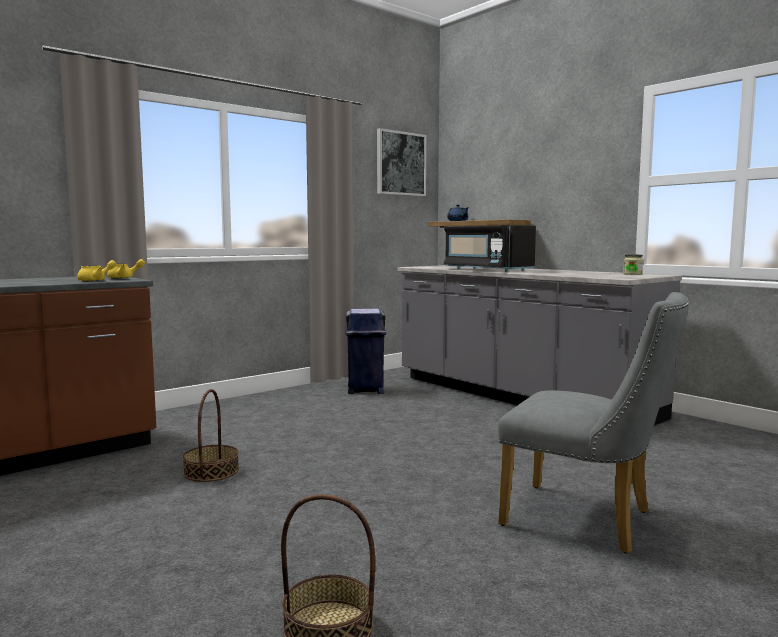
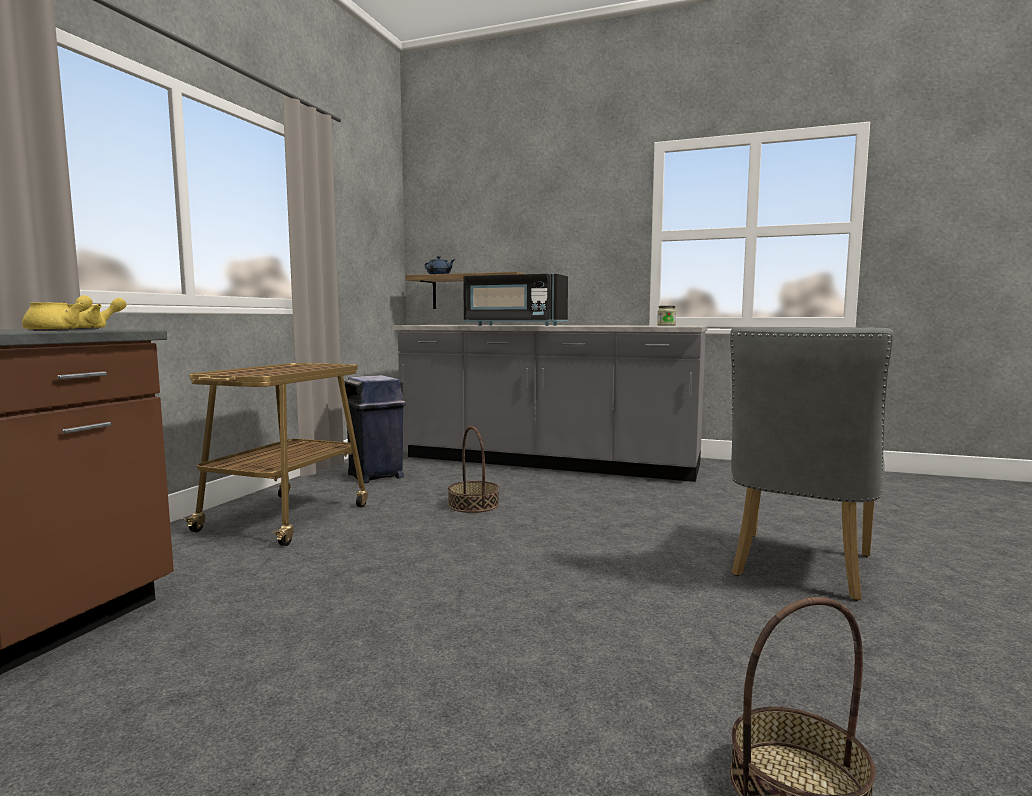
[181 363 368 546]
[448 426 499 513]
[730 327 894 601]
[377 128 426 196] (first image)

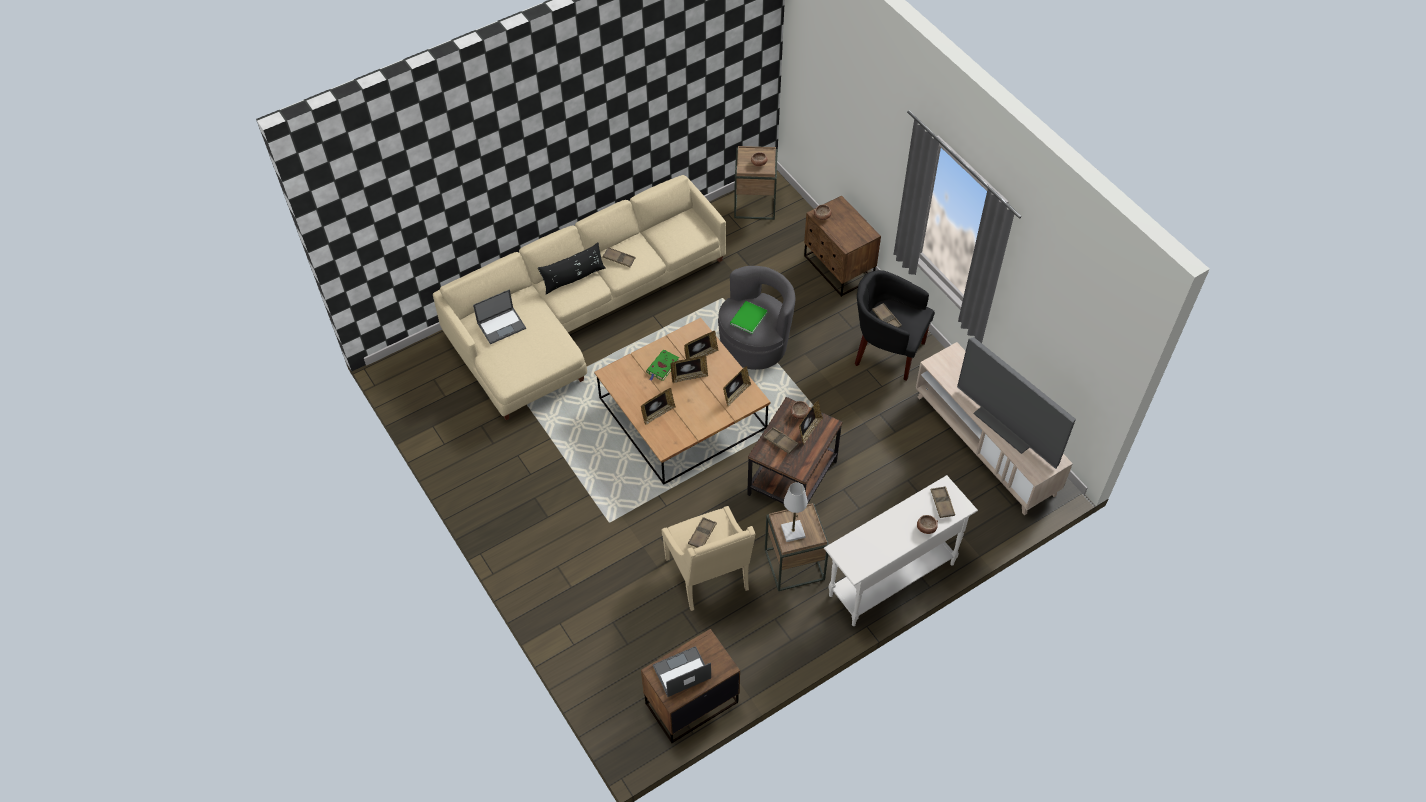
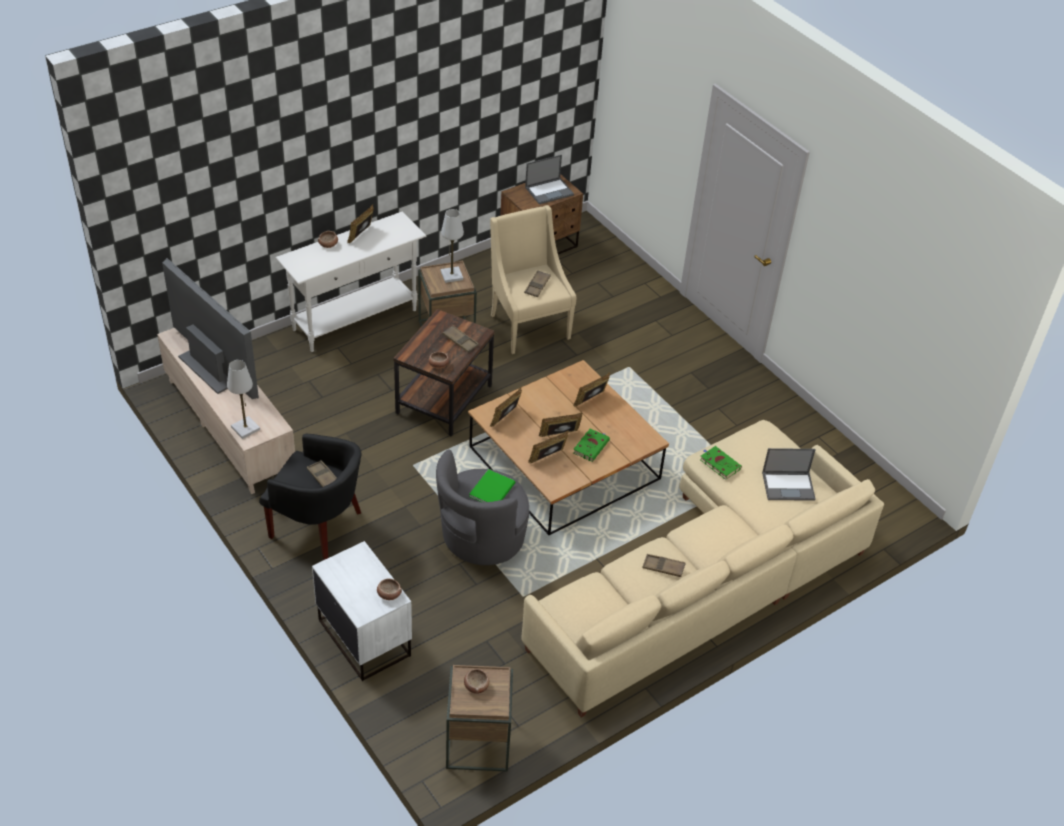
[227 360 260 439]
[312 541 412 681]
[347 204 374 243]
[700 446 742 480]
[762 448 816 501]
[538 243 606 294] (first image)
[931 486 955 518] (first image)

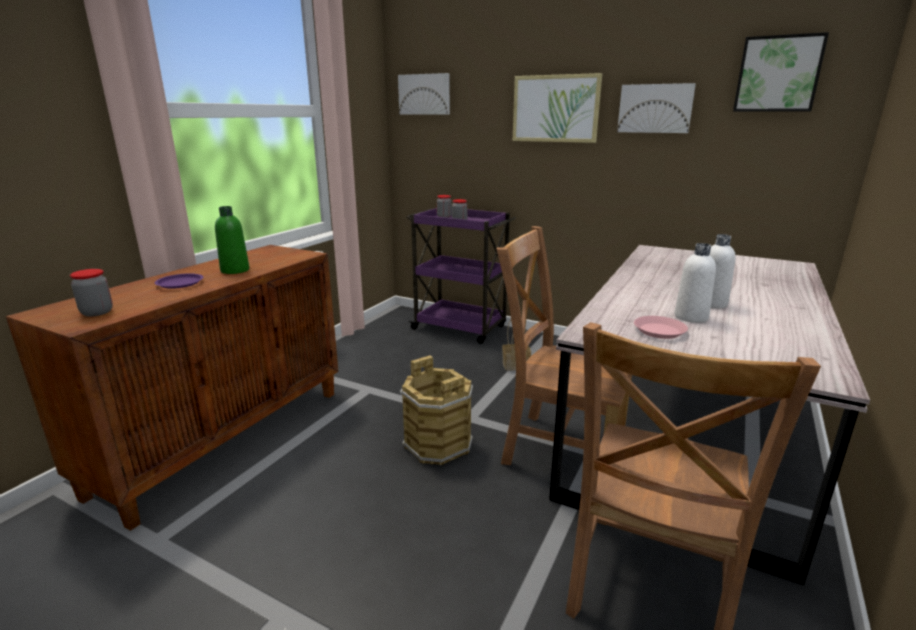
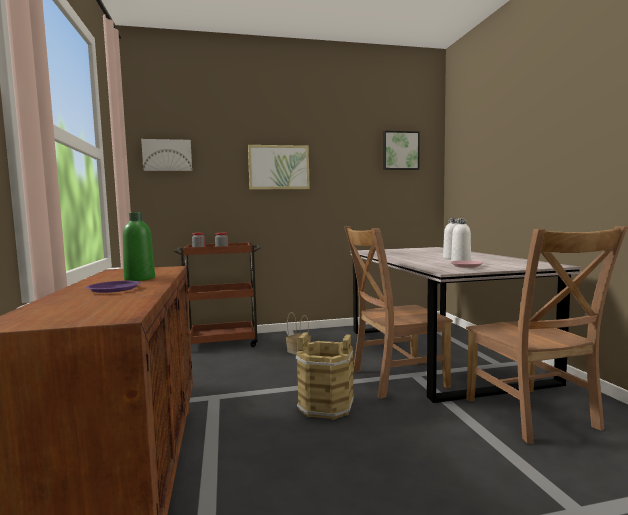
[174 242 261 347]
[70 269 113 317] (first image)
[617 83 696 133] (first image)

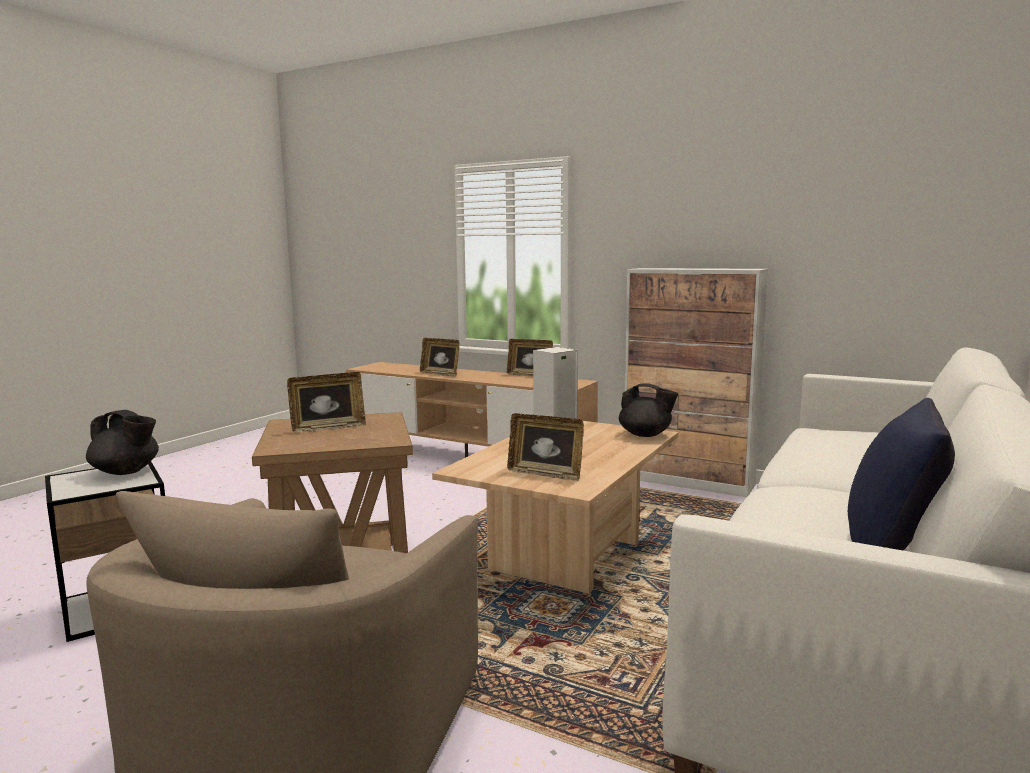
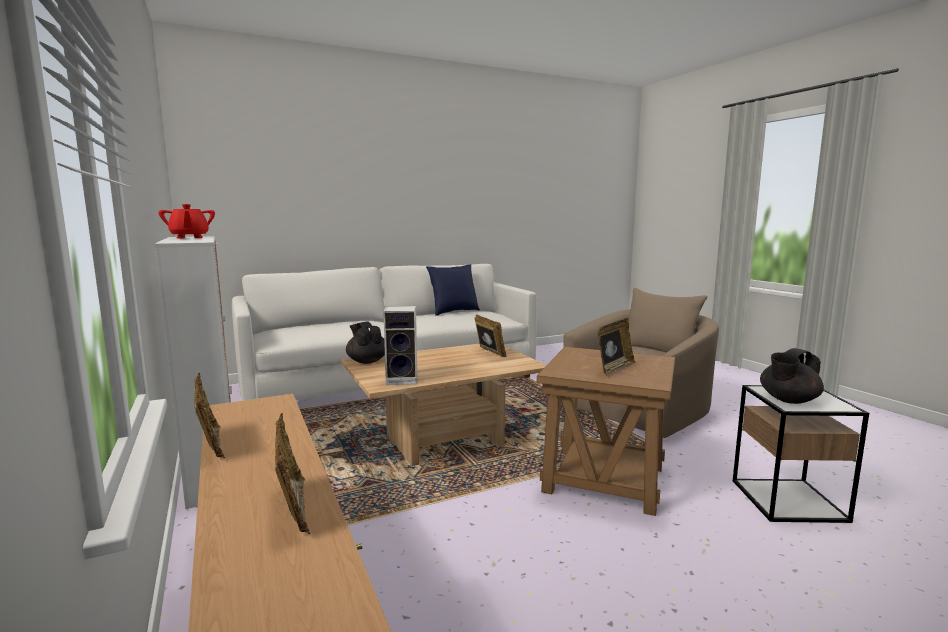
[158 204 215 239]
[597 318 636 376]
[760 348 824 404]

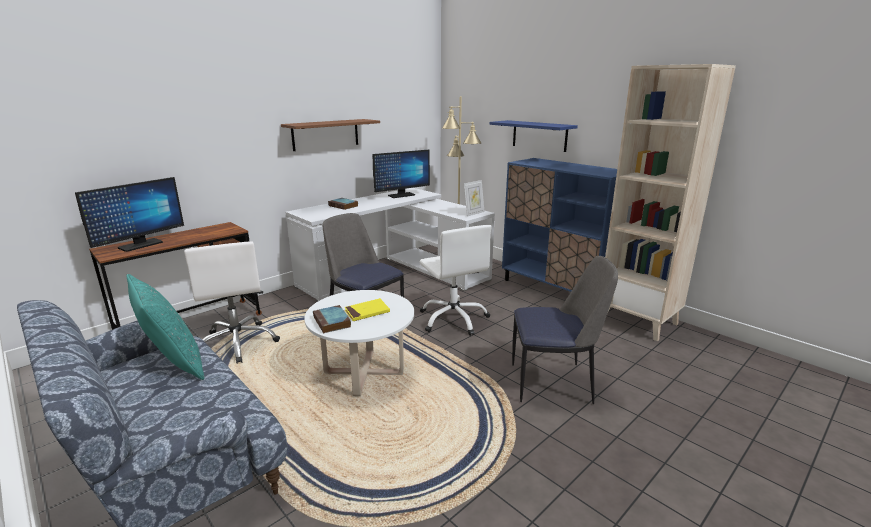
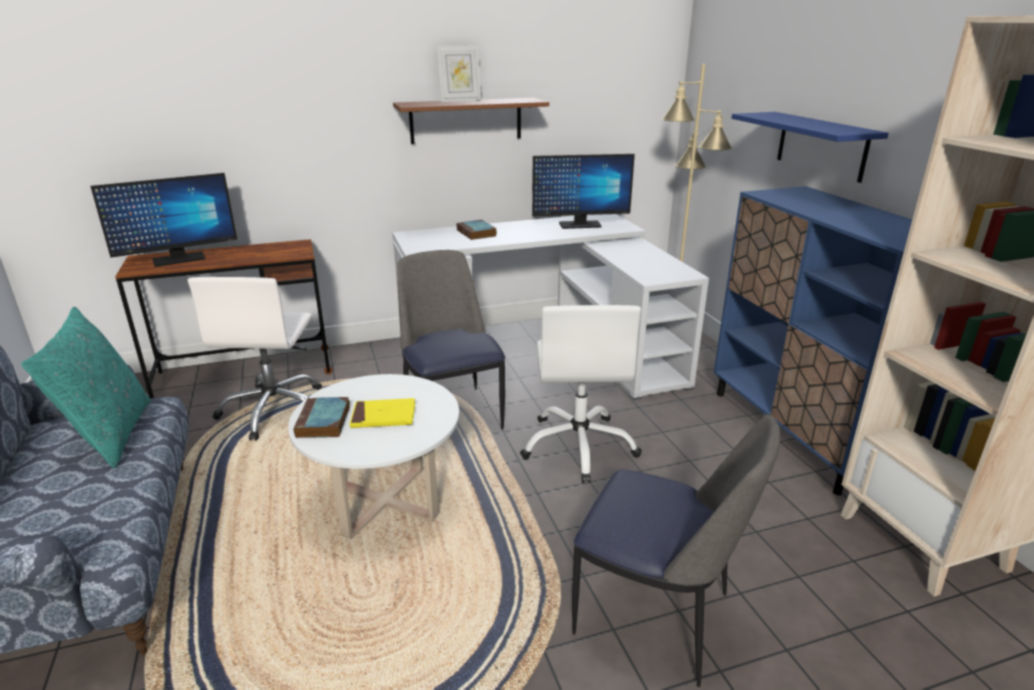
[437 45 481 102]

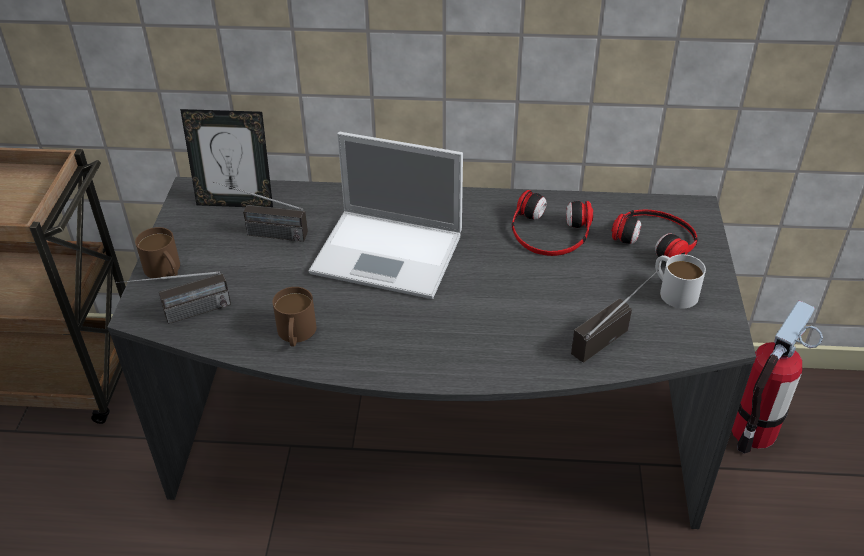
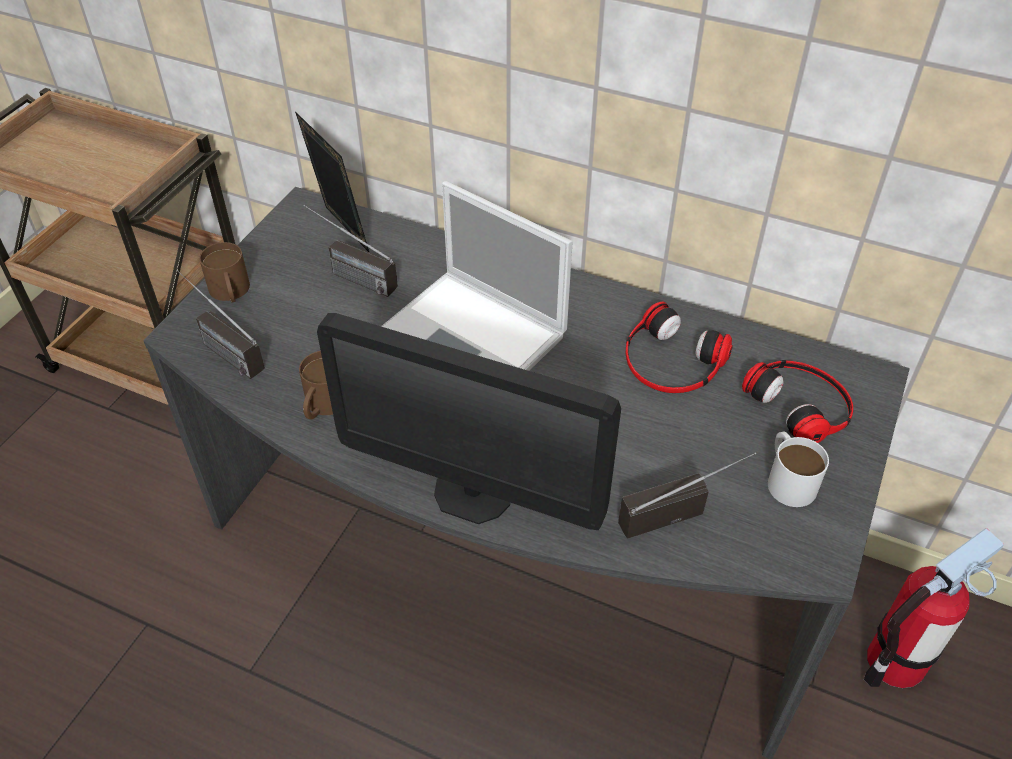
[176 270 265 379]
[295 111 369 252]
[317 313 621 530]

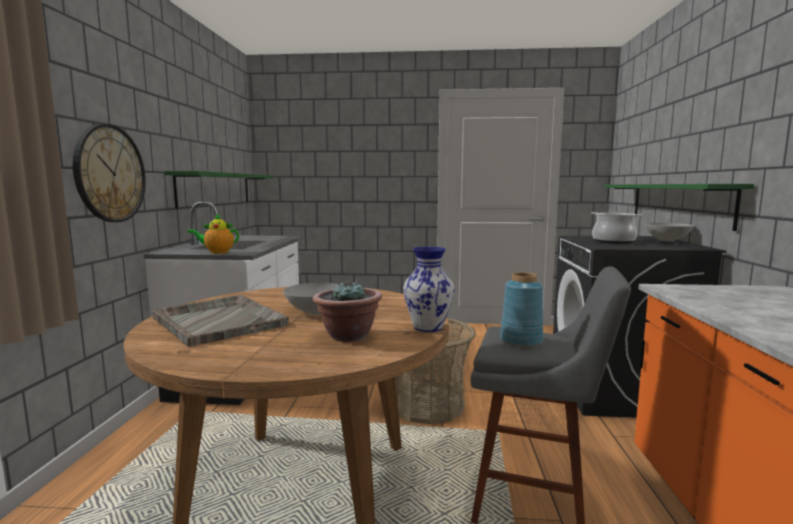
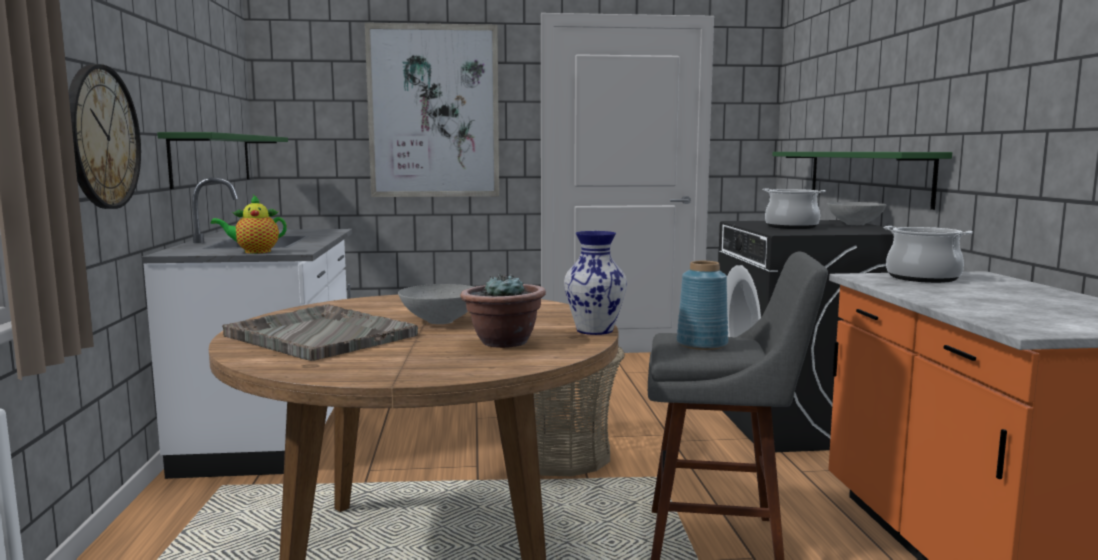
[365 23 499 197]
[884 226 973 283]

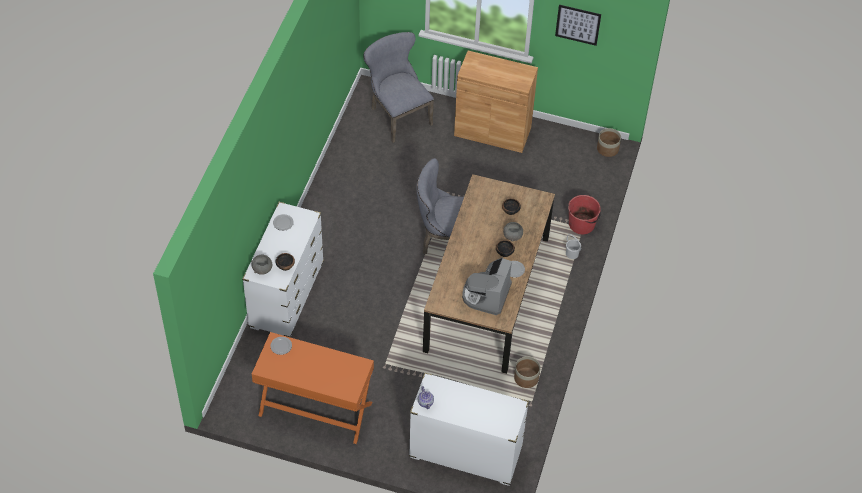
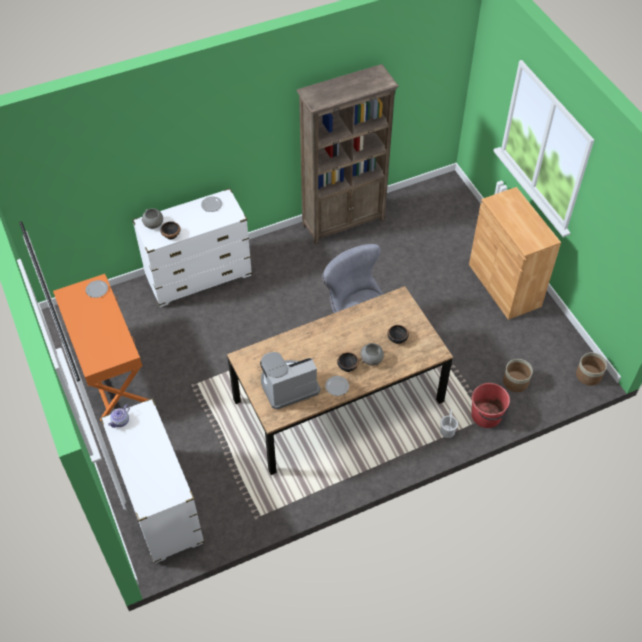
[297 64 399 245]
[503 359 533 392]
[363 32 434 143] (first image)
[555 5 601 46] (first image)

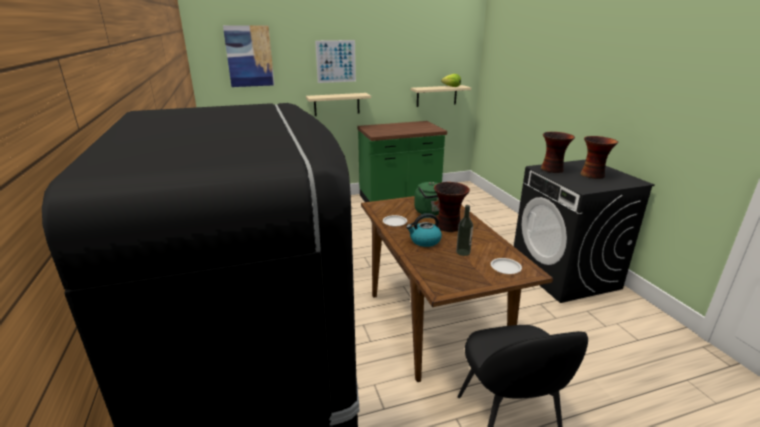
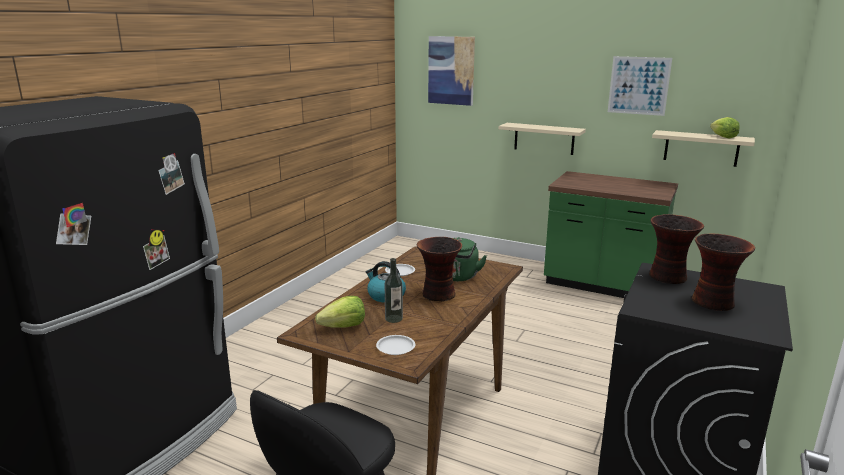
[315 296 365 327]
[608 56 672 116]

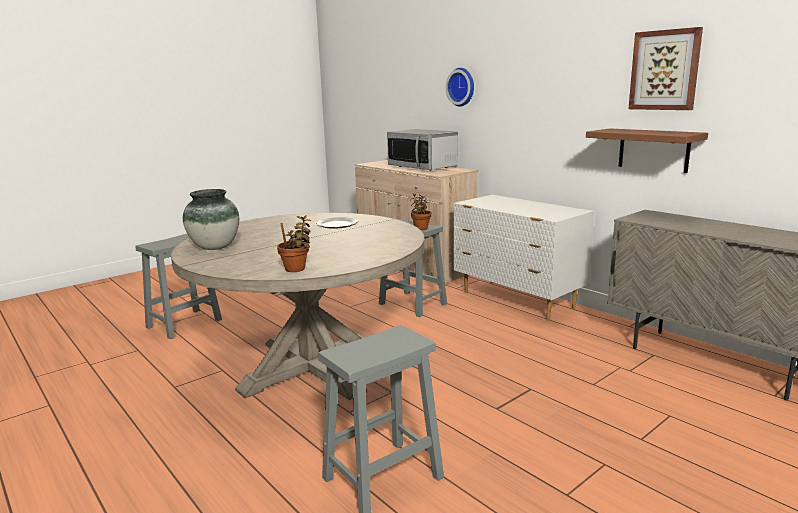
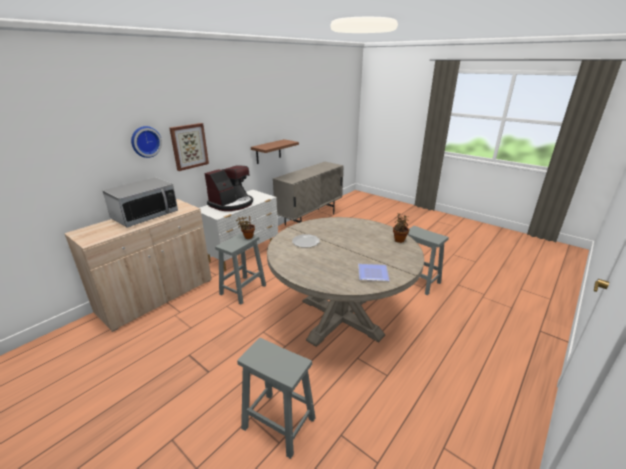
[170 123 209 171]
[205 166 253 211]
[358 264 390 281]

